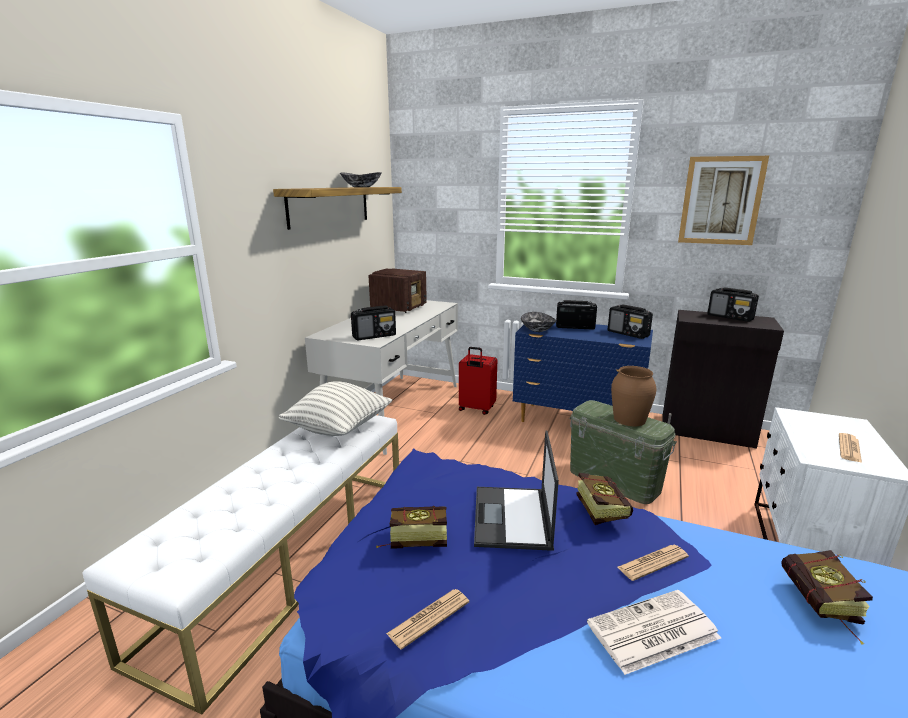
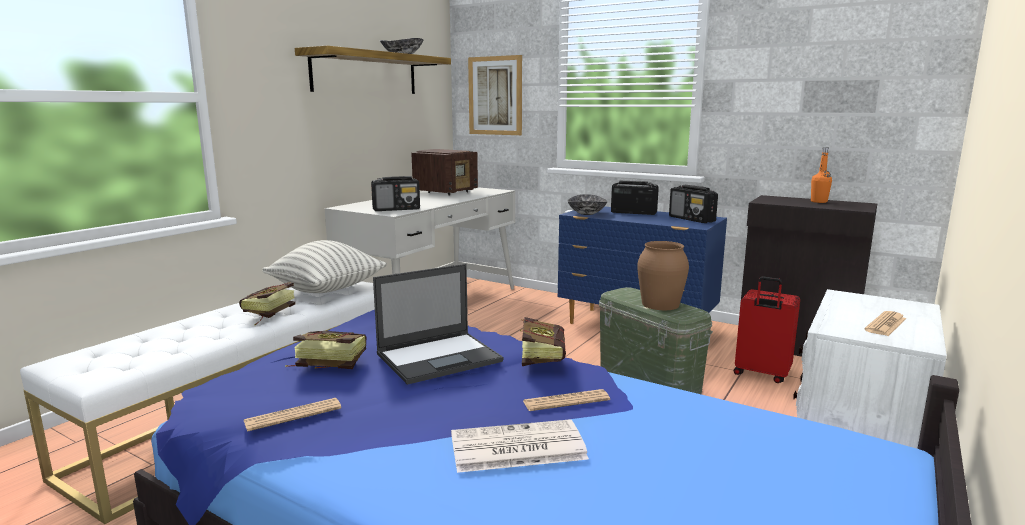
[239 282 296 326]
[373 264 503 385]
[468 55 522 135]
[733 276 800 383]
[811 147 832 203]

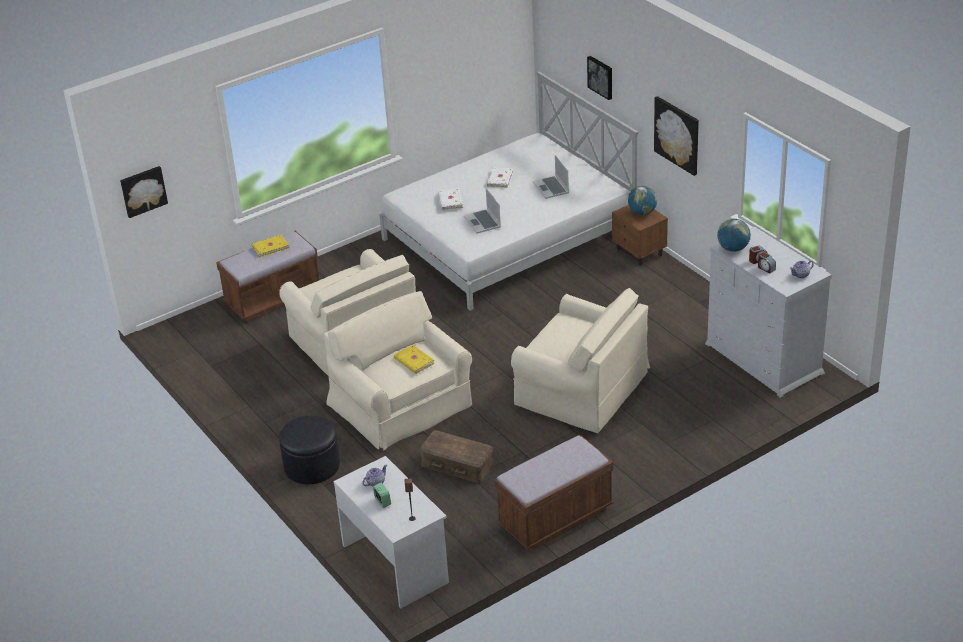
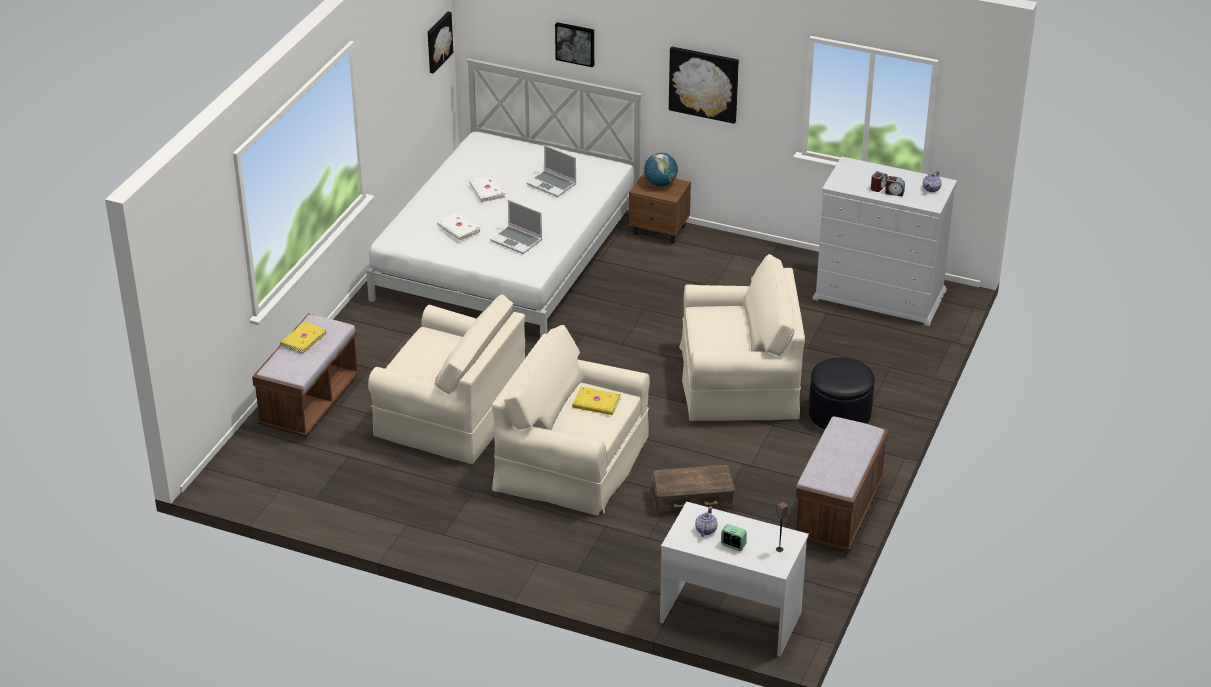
[428 12 453 74]
[809 358 875 429]
[717 219 751 252] (first image)

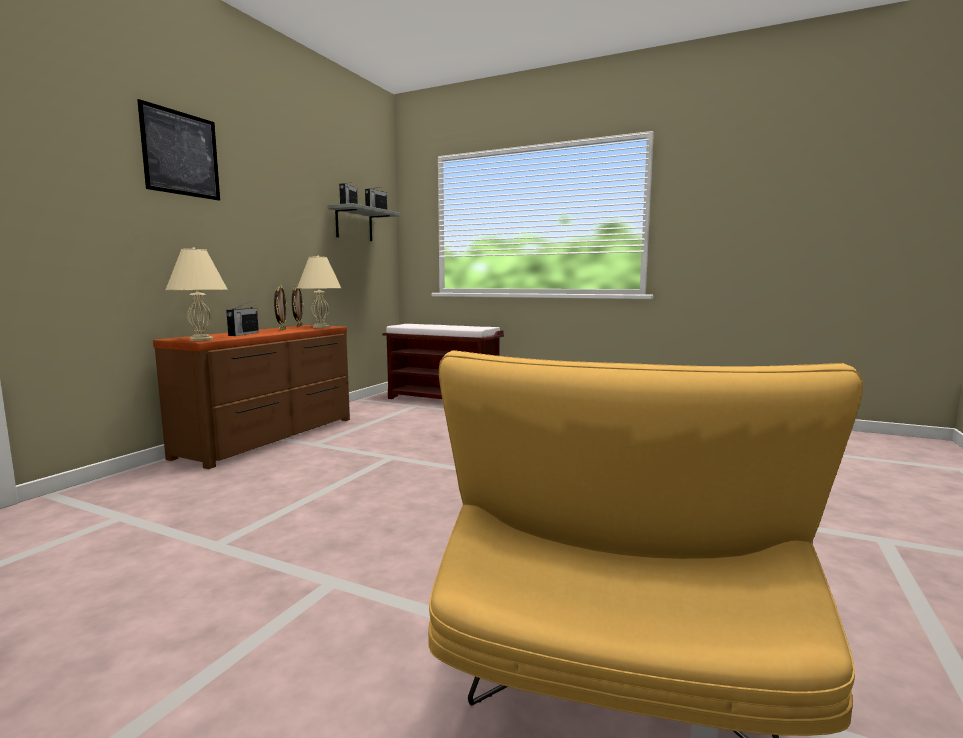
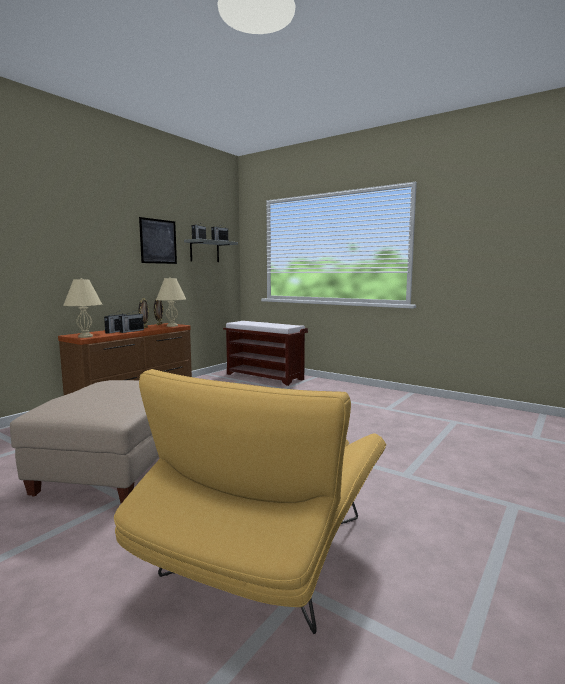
[10 380 159 503]
[119 310 144 333]
[139 217 177 264]

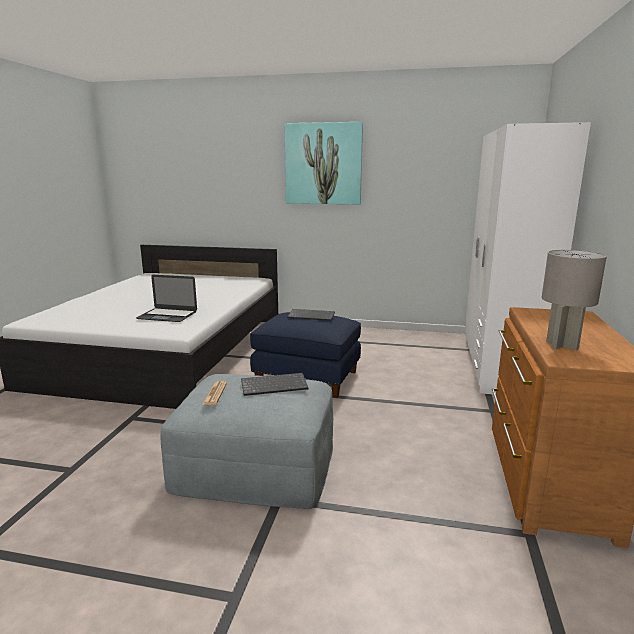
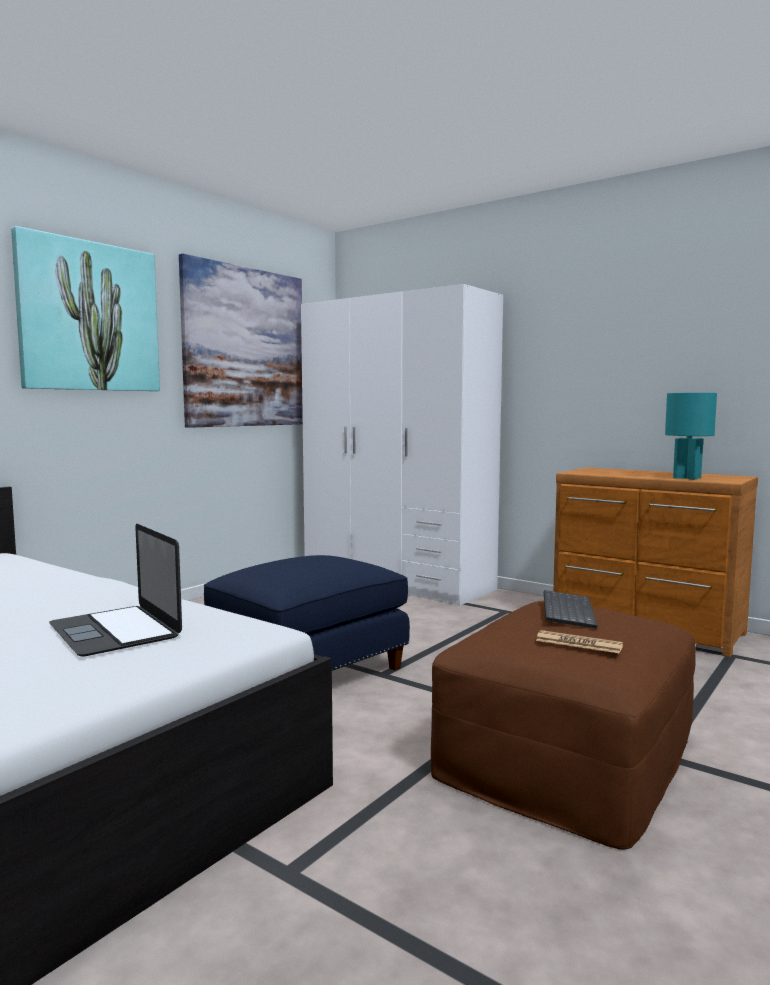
[49 524 182 657]
[179 254 303 428]
[431 601 696 850]
[665 392 717 480]
[287 309 335 321] (first image)

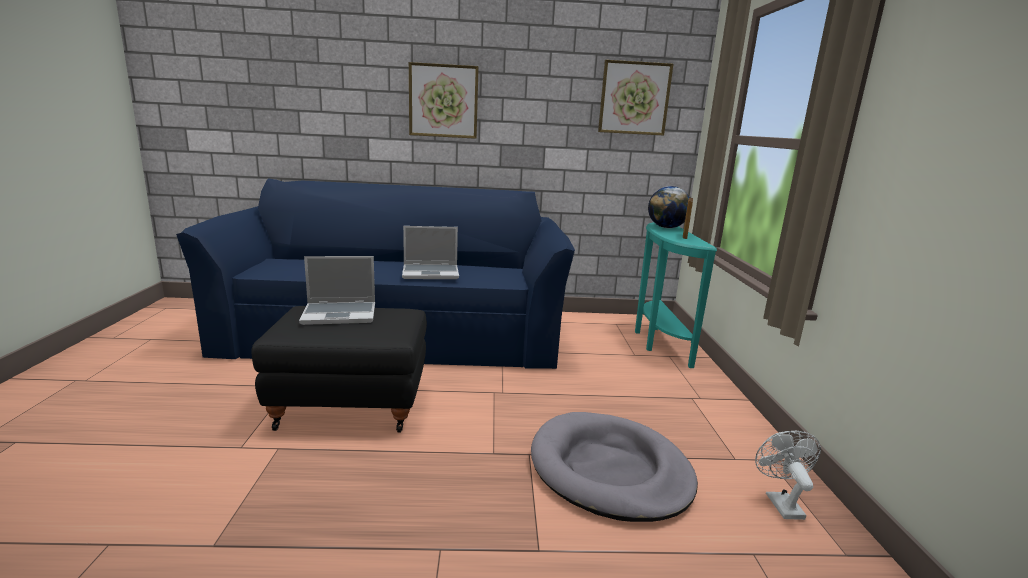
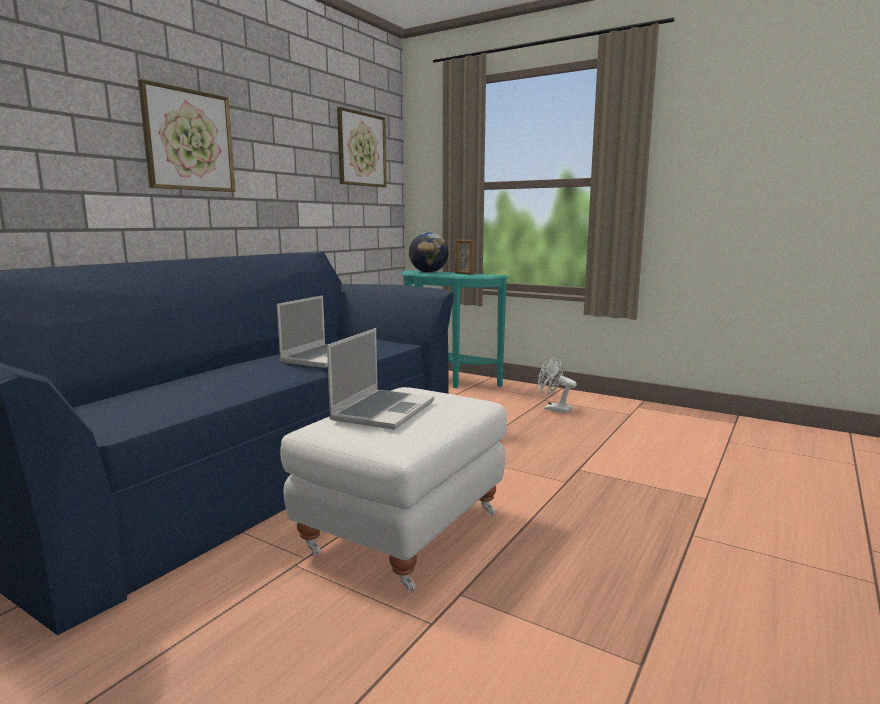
[280 387 507 592]
[538 357 577 413]
[531 412 698 522] (first image)

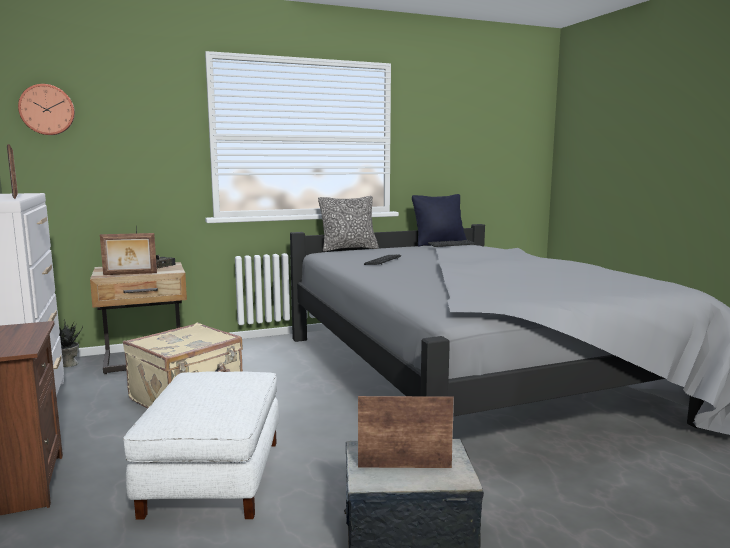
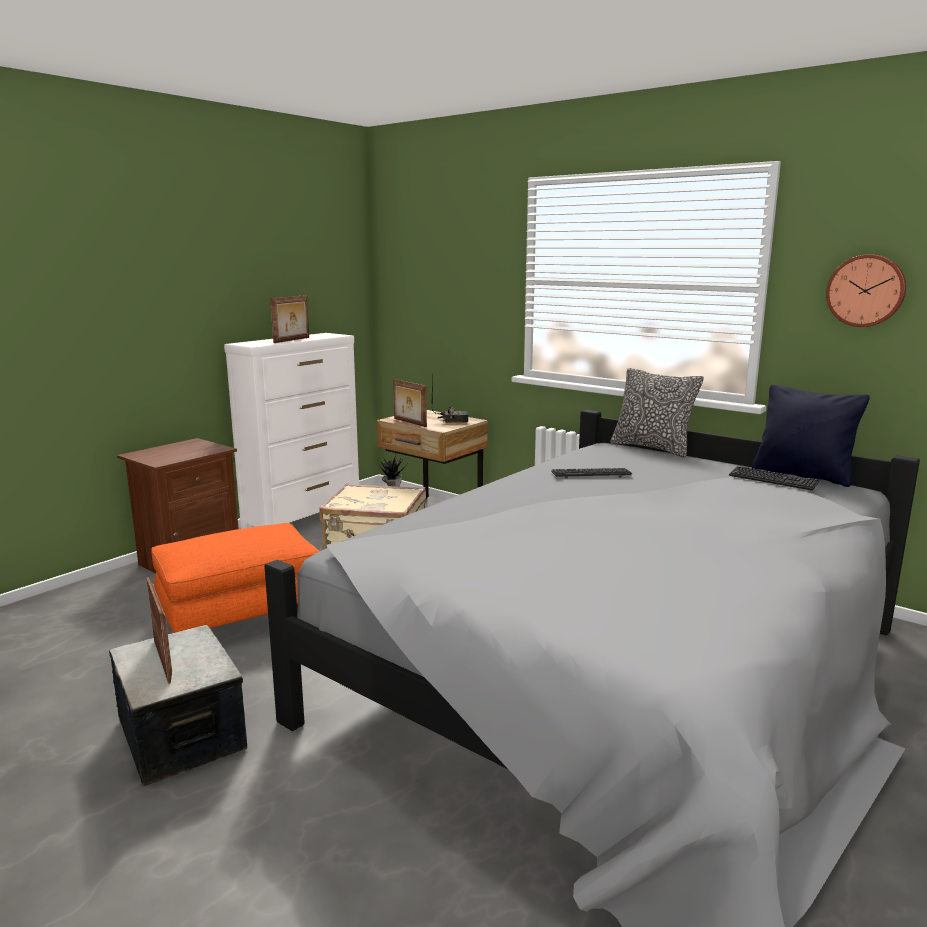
[151 523 320 633]
[826 254 906 327]

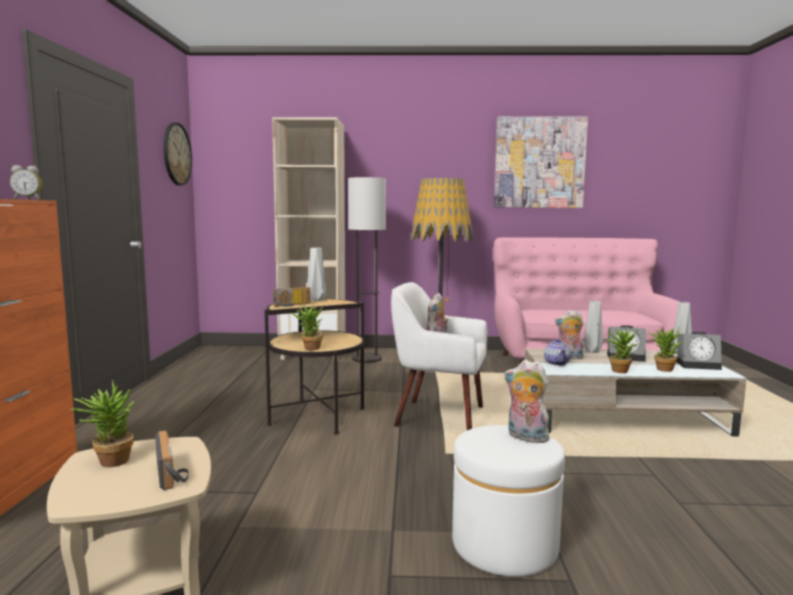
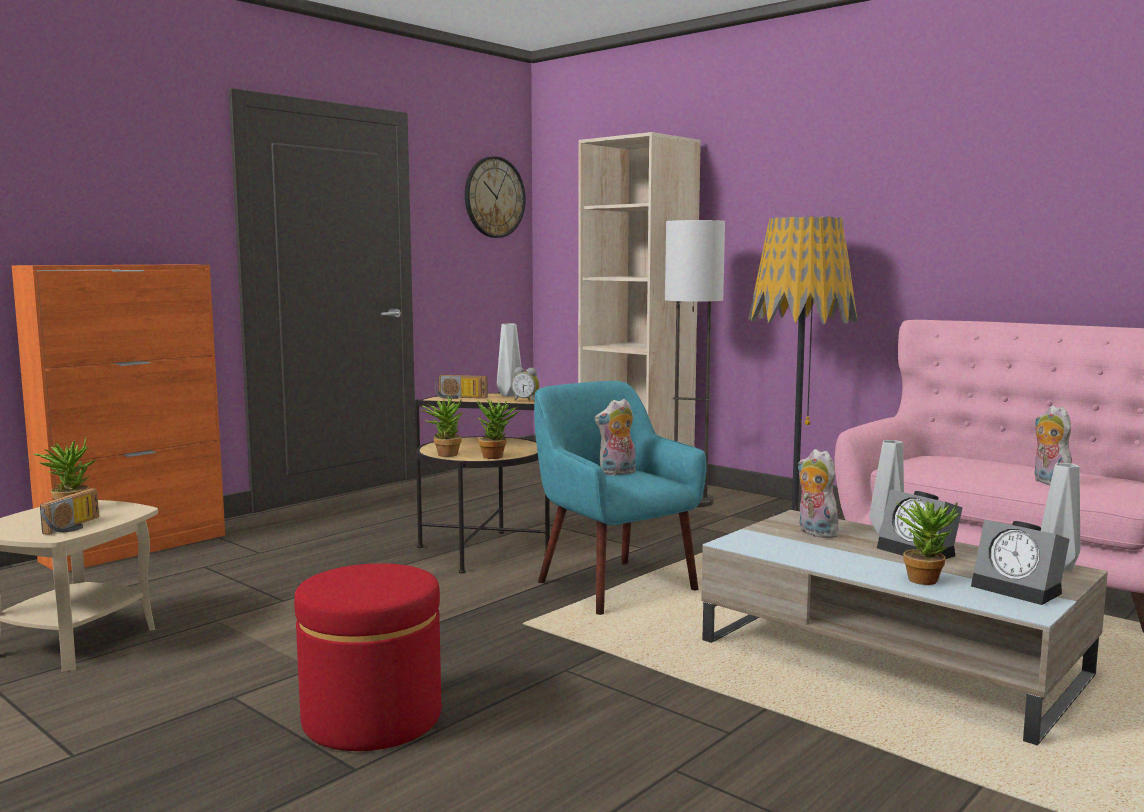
[294 563 441 751]
[476 400 519 459]
[512 367 539 402]
[534 381 707 615]
[1034 406 1072 485]
[494 116 588 208] (first image)
[544 339 571 366] (first image)

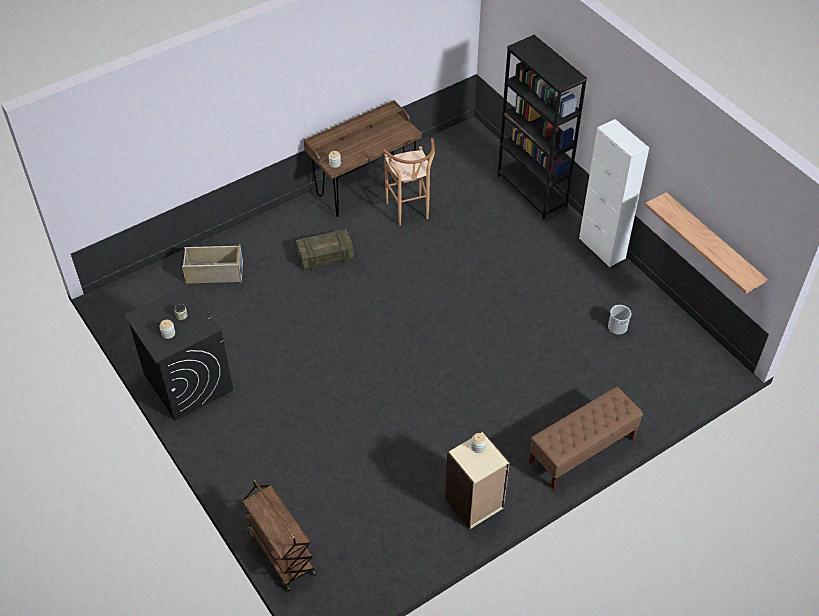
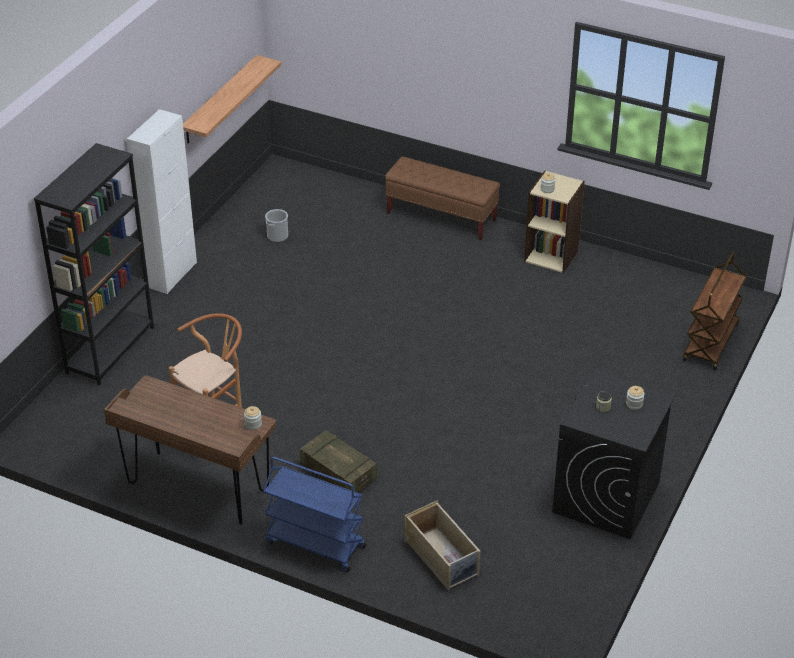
[263 457 366 572]

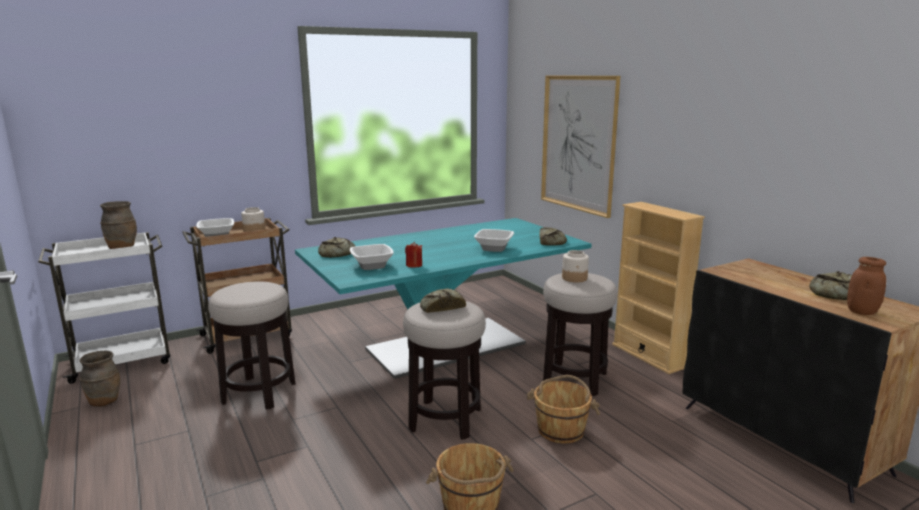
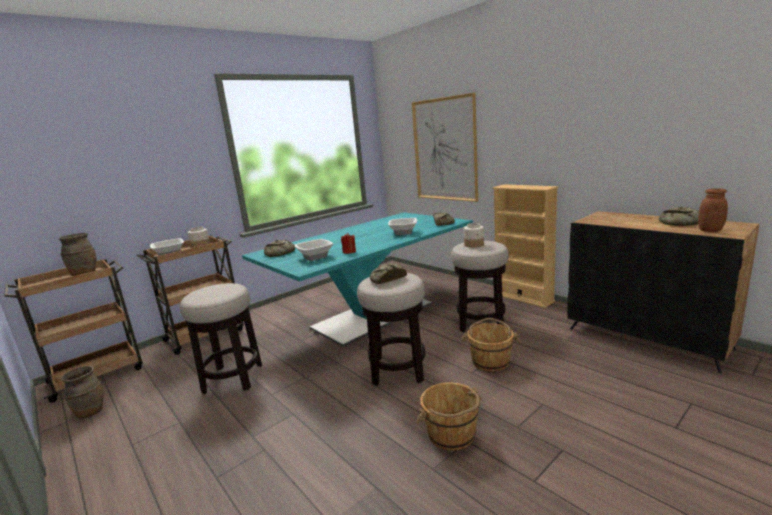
[4 259 143 403]

